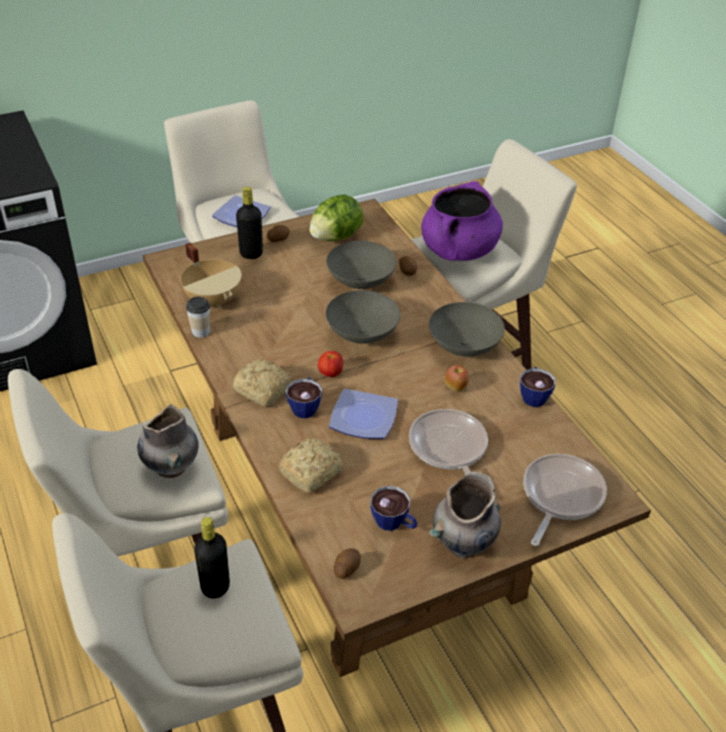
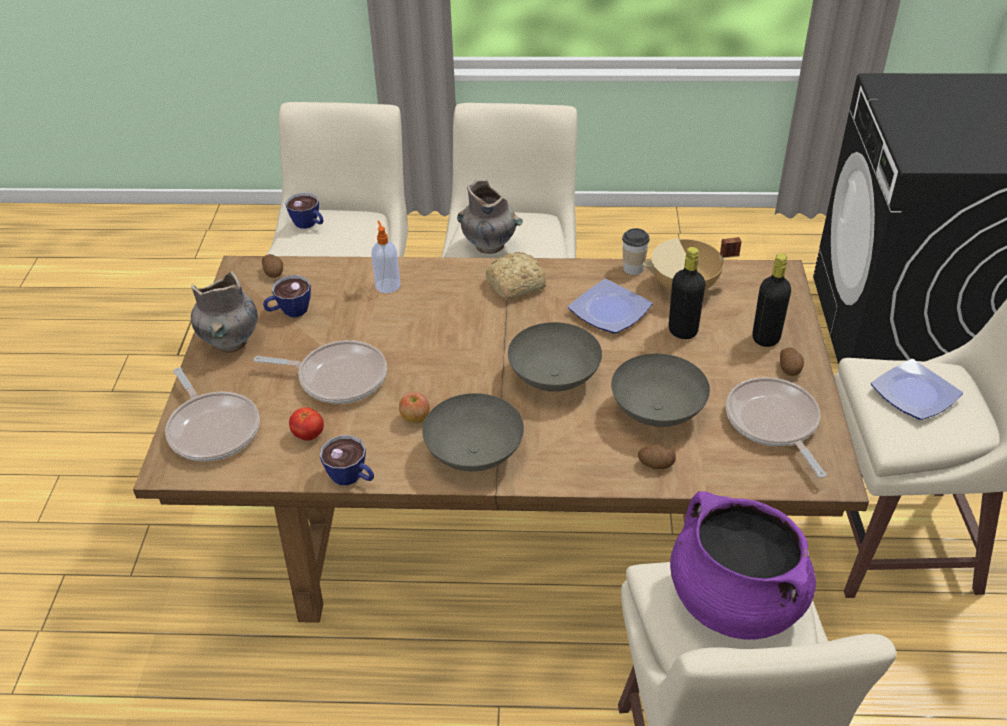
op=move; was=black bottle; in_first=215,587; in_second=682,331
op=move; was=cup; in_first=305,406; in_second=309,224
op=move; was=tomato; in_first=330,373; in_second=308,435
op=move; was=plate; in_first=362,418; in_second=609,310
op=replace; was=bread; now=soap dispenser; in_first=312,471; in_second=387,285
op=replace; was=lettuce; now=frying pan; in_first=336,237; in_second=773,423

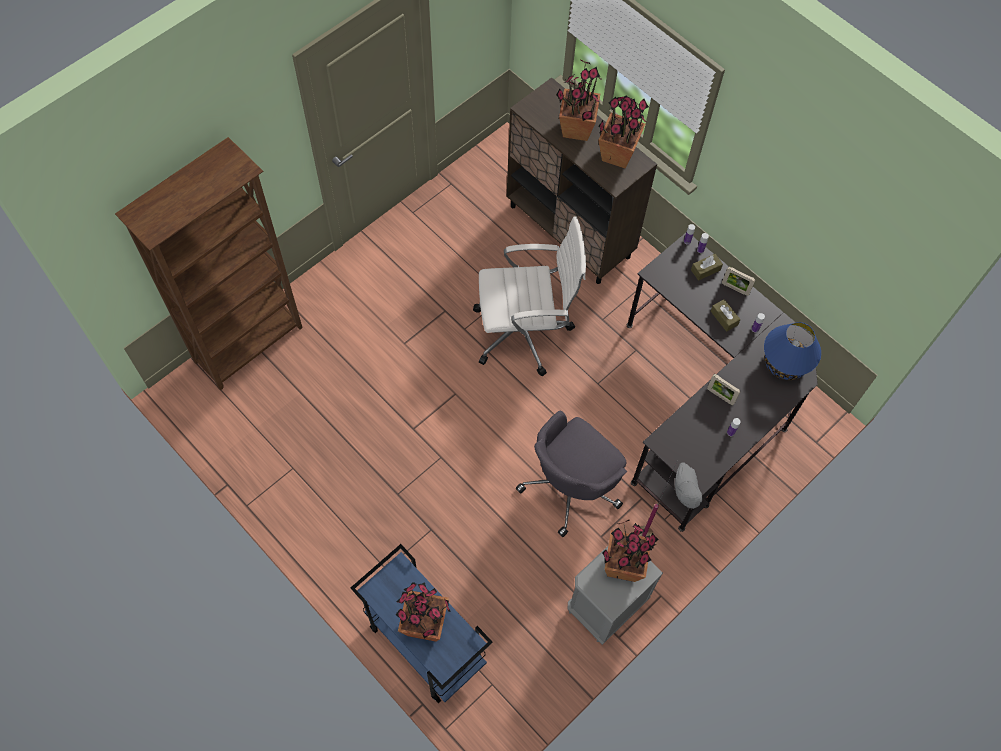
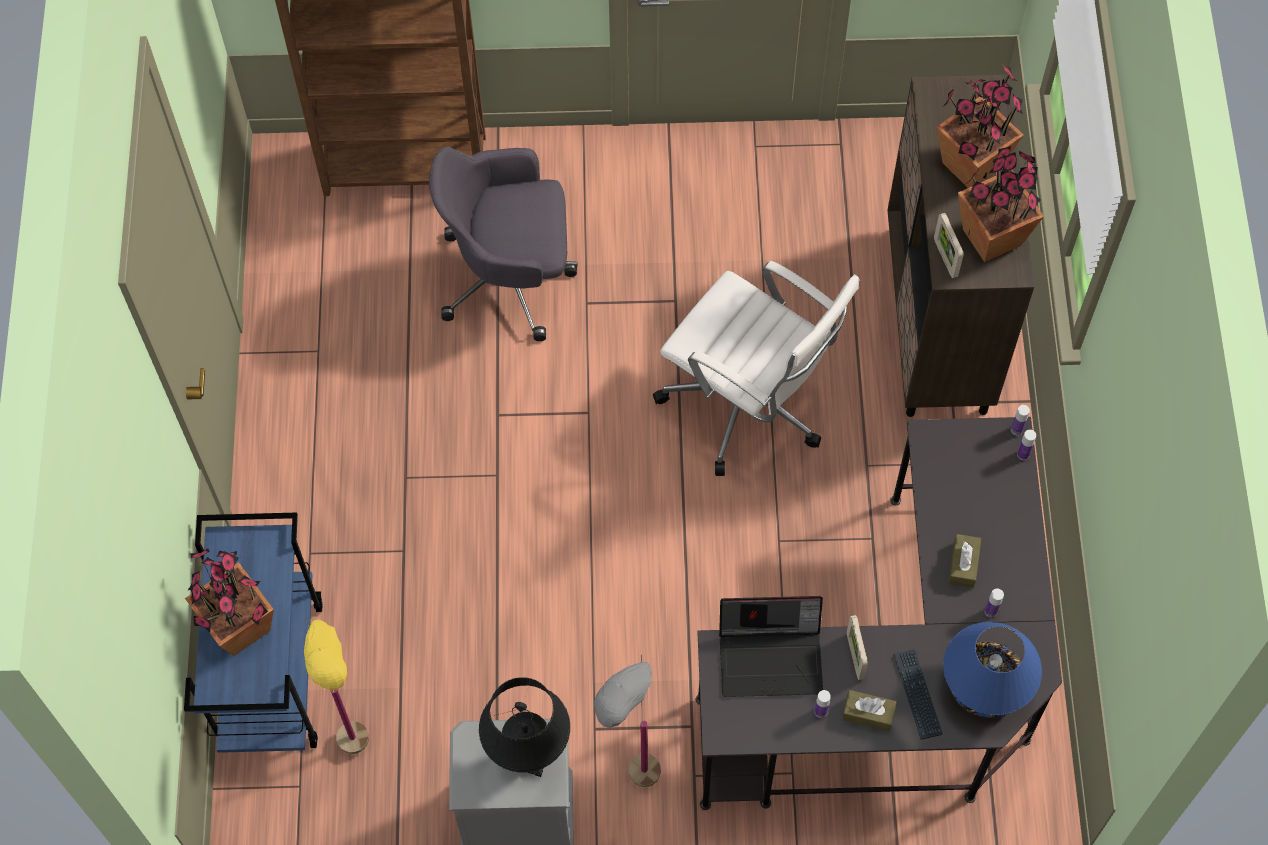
op=insert; now=yellow floor lamp; in_second=365,765
op=insert; now=laptop; in_second=772,657
op=insert; now=keyboard; in_second=917,694
op=move; was=grey office chair; in_first=571,486; in_second=510,276
op=move; was=brown tissue box; in_first=705,270; in_second=868,714
op=move; was=picture frame; in_first=735,288; in_second=945,258
op=replace; was=potted plant; now=black table lamp; in_first=623,565; in_second=528,756

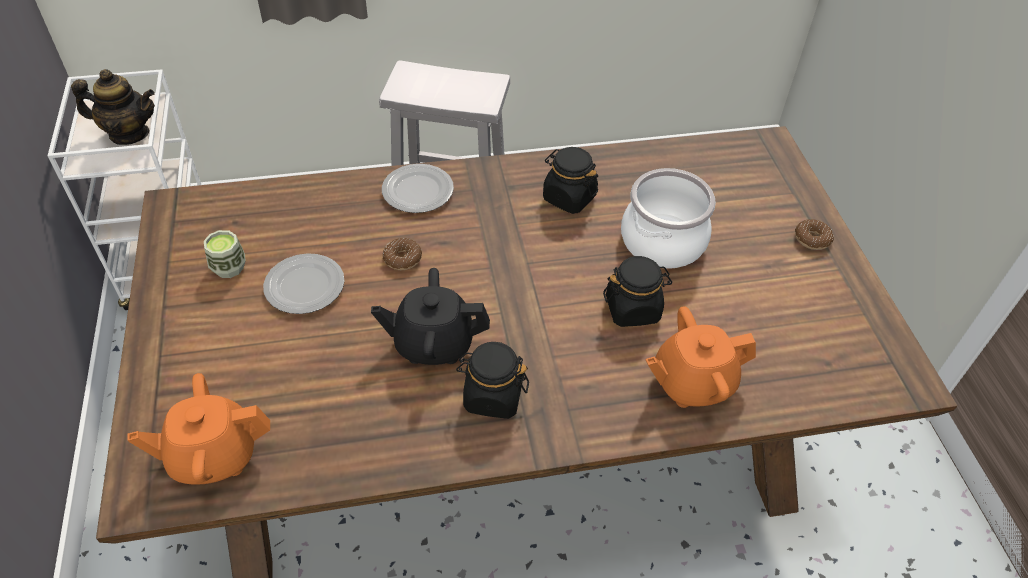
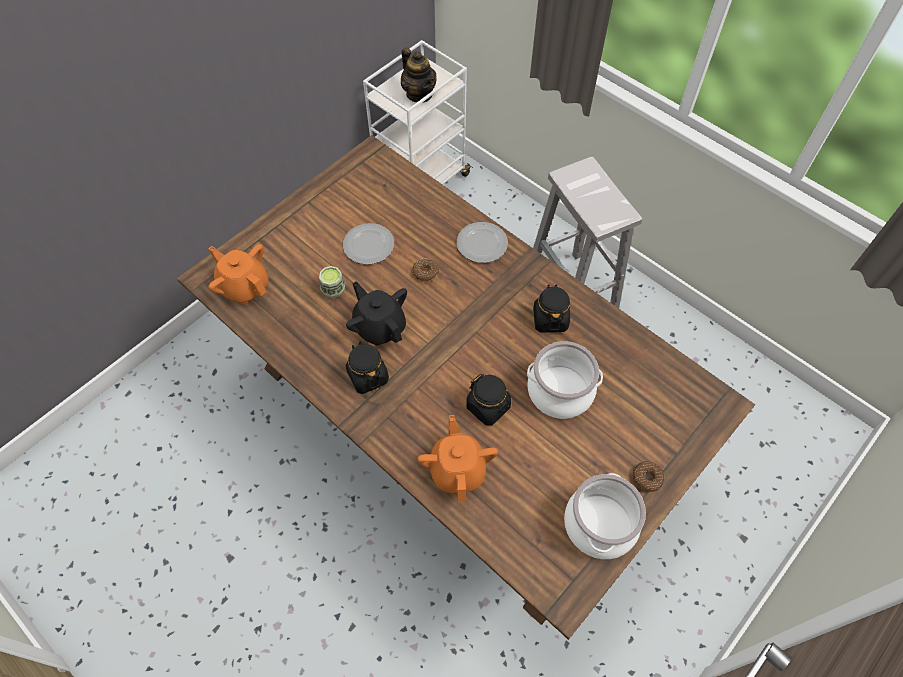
op=insert; now=cooking pot; in_second=600,525
op=move; was=cup; in_first=229,267; in_second=333,290
op=rotate; was=orange teapot; in_first=691,383; in_second=457,469; clockwise=45

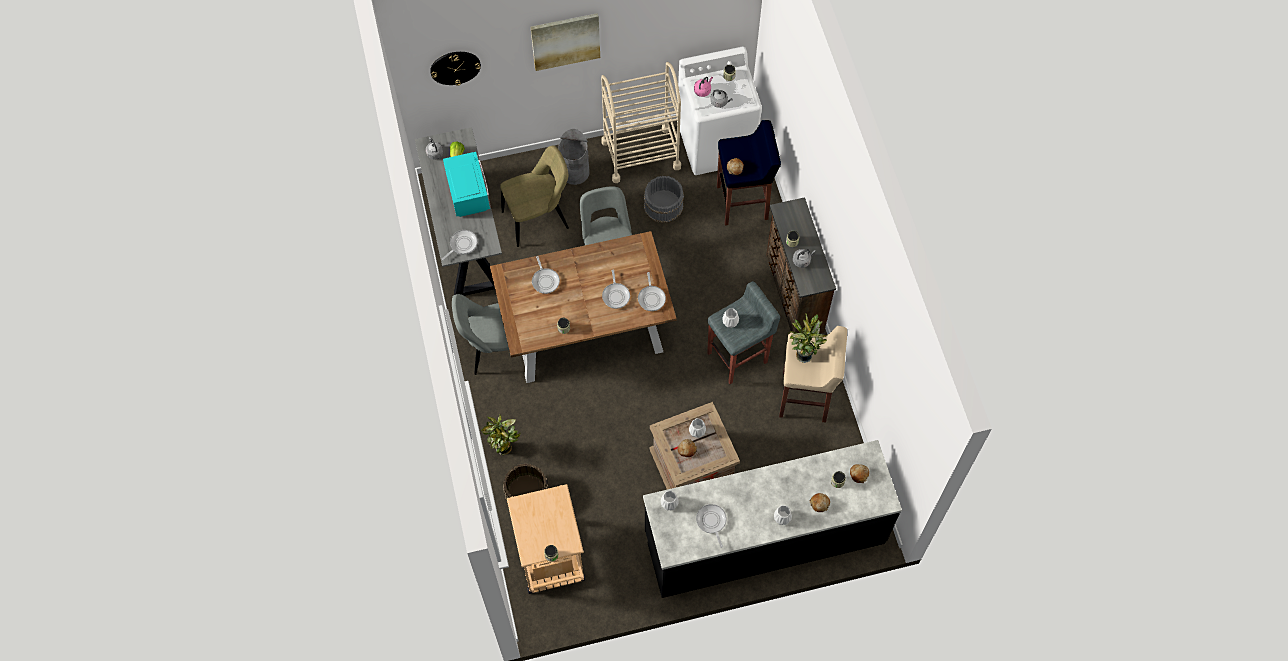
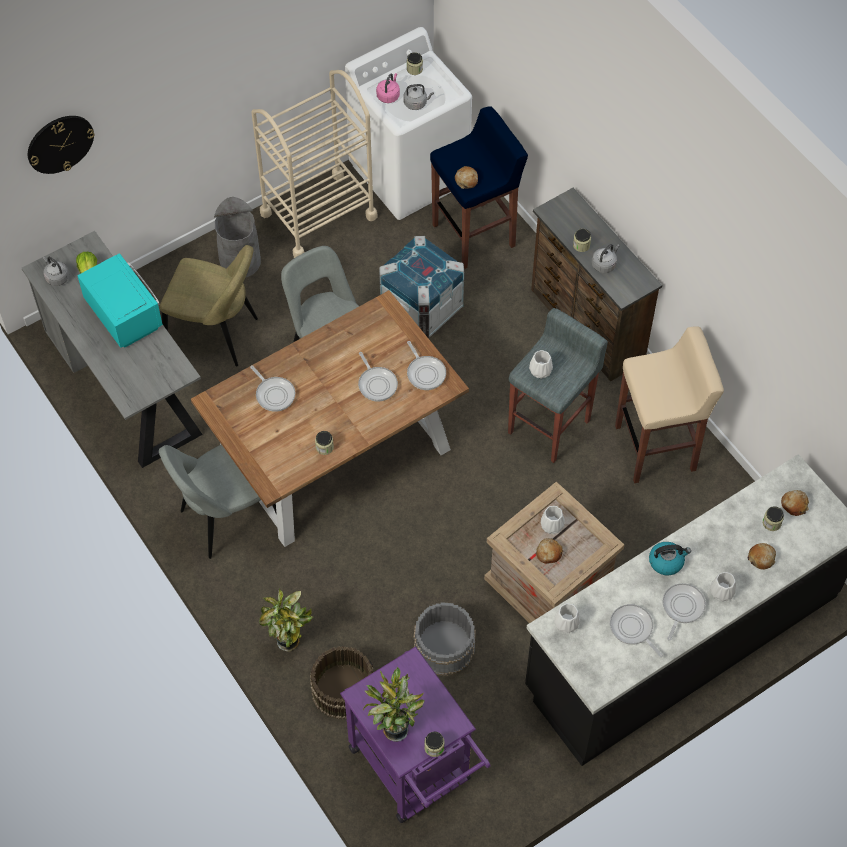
op=delete; was=picture; in_first=565,40
op=insert; now=crate; in_second=421,307
op=insert; now=kettle; in_second=666,561
op=move; was=frying pan; in_first=462,244; in_second=681,608
op=move; was=grey bucket; in_first=663,205; in_second=443,646
op=move; was=potted plant; in_first=803,354; in_second=393,727
op=recolor; was=beige cart; now=purple cart; in_first=552,563; in_second=415,772
op=rotate; was=beige chair; in_first=538,219; in_second=216,334; clockwise=60

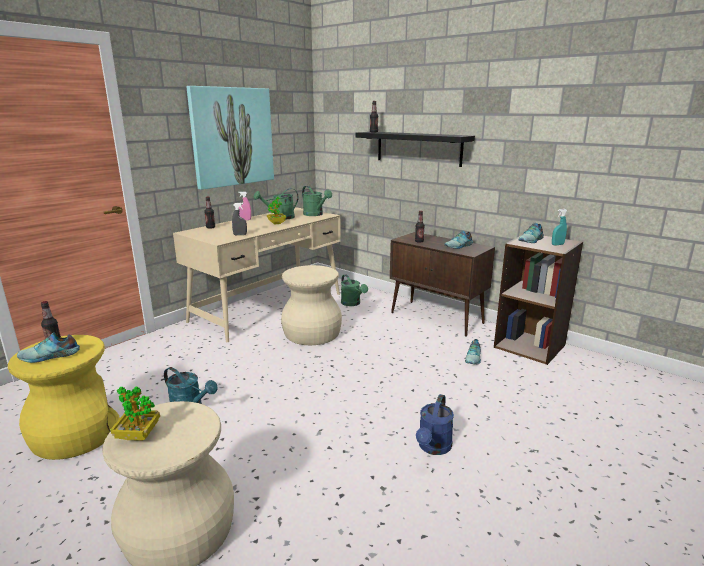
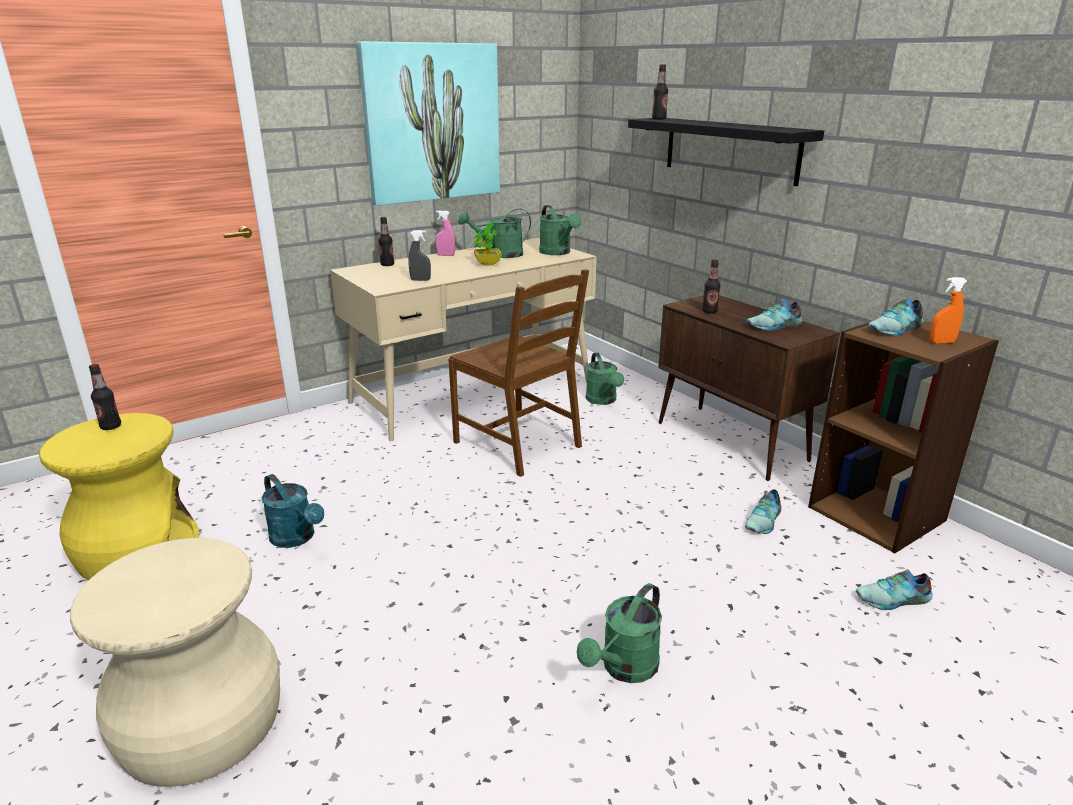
op=delete; was=potted plant; in_first=138,435
op=move; was=shoe; in_first=49,356; in_second=894,600
op=replace; was=beige stool; now=brown chair; in_first=312,334; in_second=519,444
op=recolor; was=blue watering can; now=green watering can; in_first=433,448; in_second=624,669
op=recolor; was=turquoise spray bottle; now=orange spray bottle; in_first=557,244; in_second=941,342

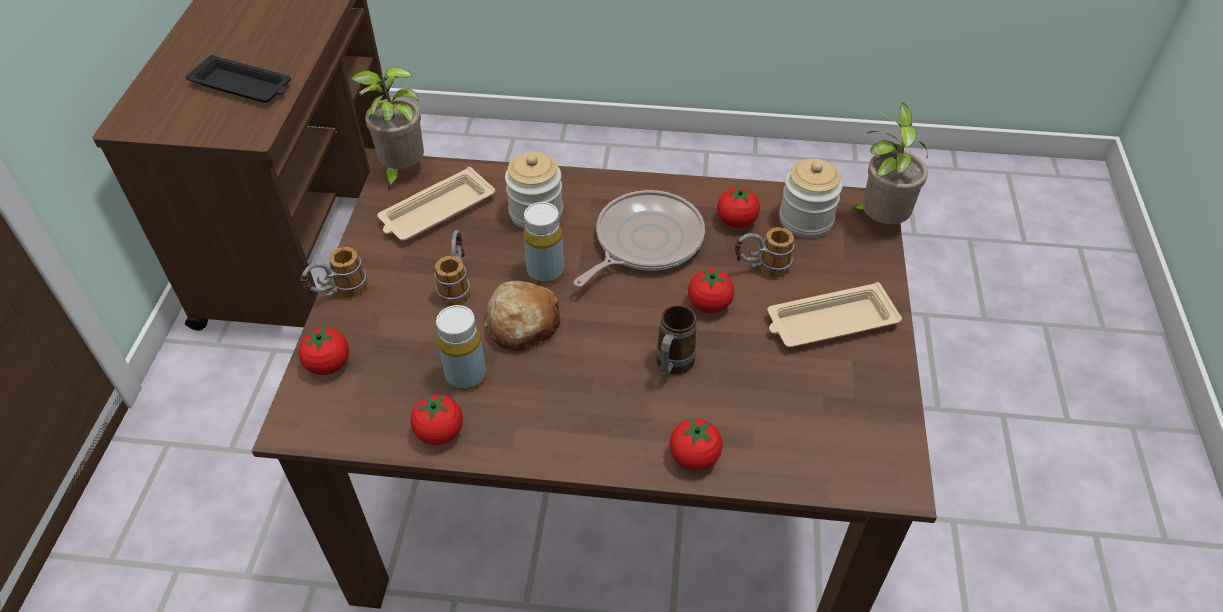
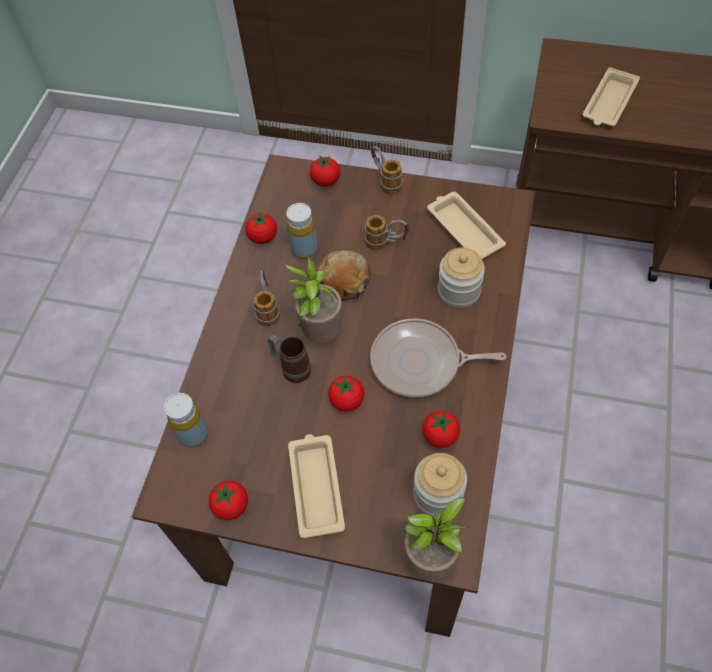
op=move; was=potted plant; in_first=402,172; in_second=320,333
op=move; was=yellow bottle; in_first=545,272; in_second=193,434
op=move; was=tomato; in_first=694,457; in_second=231,506
op=move; was=mug; in_first=760,269; in_second=267,308
op=recolor; was=black tray; now=beige tray; in_first=243,86; in_second=609,103
op=rotate; was=frying pan; in_first=644,242; in_second=420,363; clockwise=135

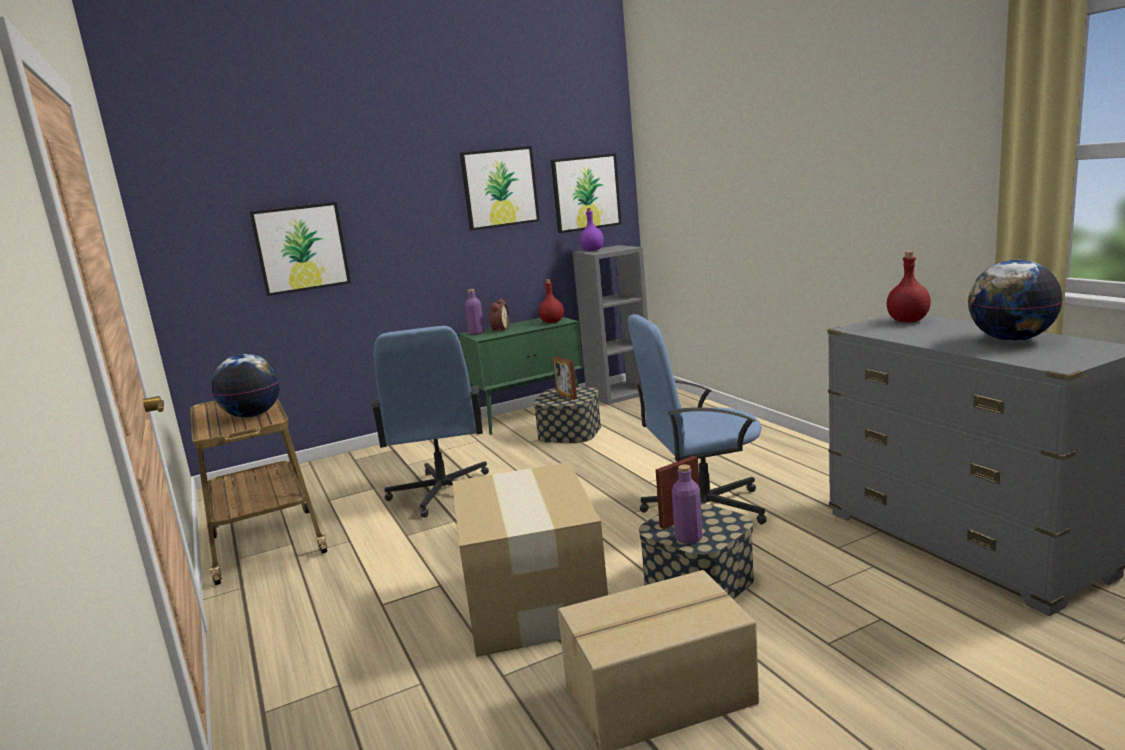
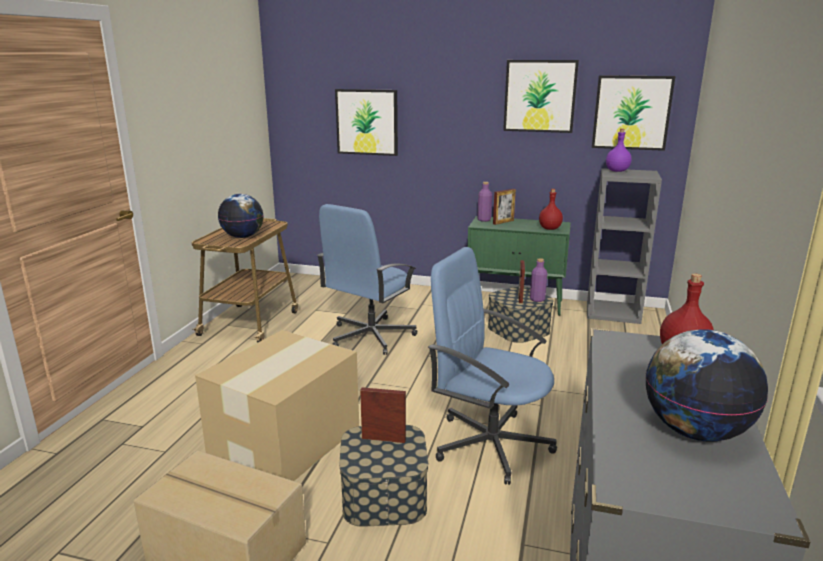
op=move; was=purple bottle; in_first=688,538; in_second=537,299
op=replace; was=alarm clock; now=picture frame; in_first=499,329; in_second=503,222

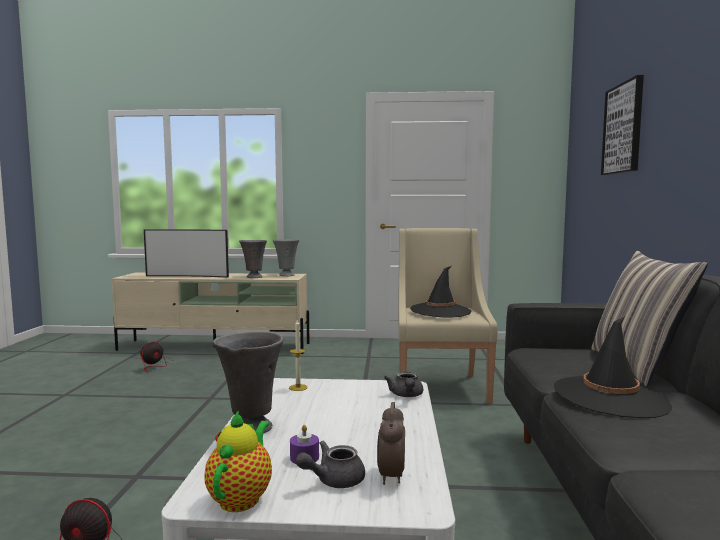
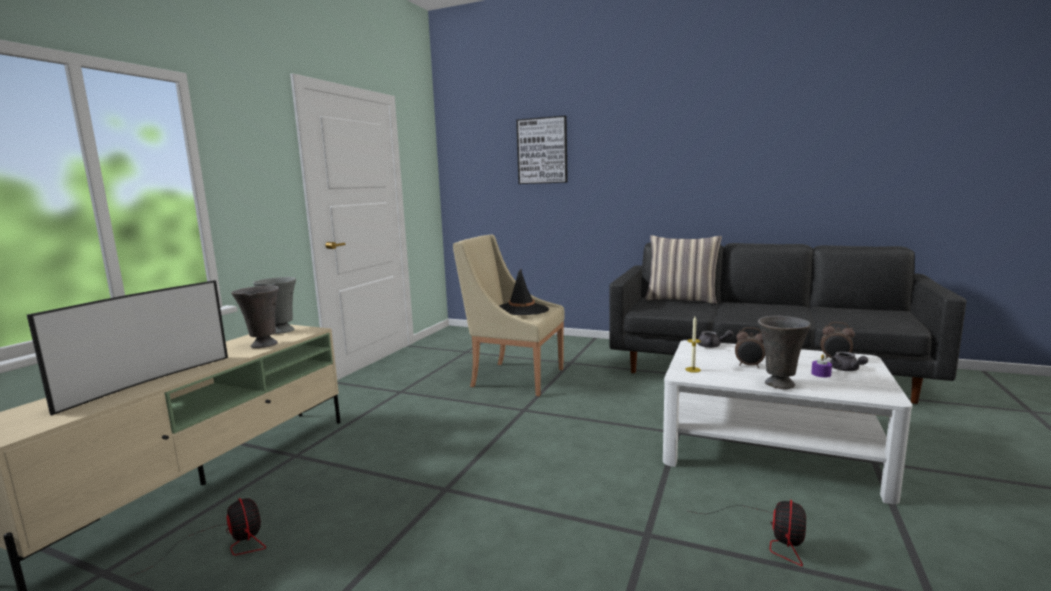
op=delete; was=teapot; in_first=242,497
op=delete; was=black hat; in_first=610,397
op=insert; now=alarm clock; in_second=749,366

